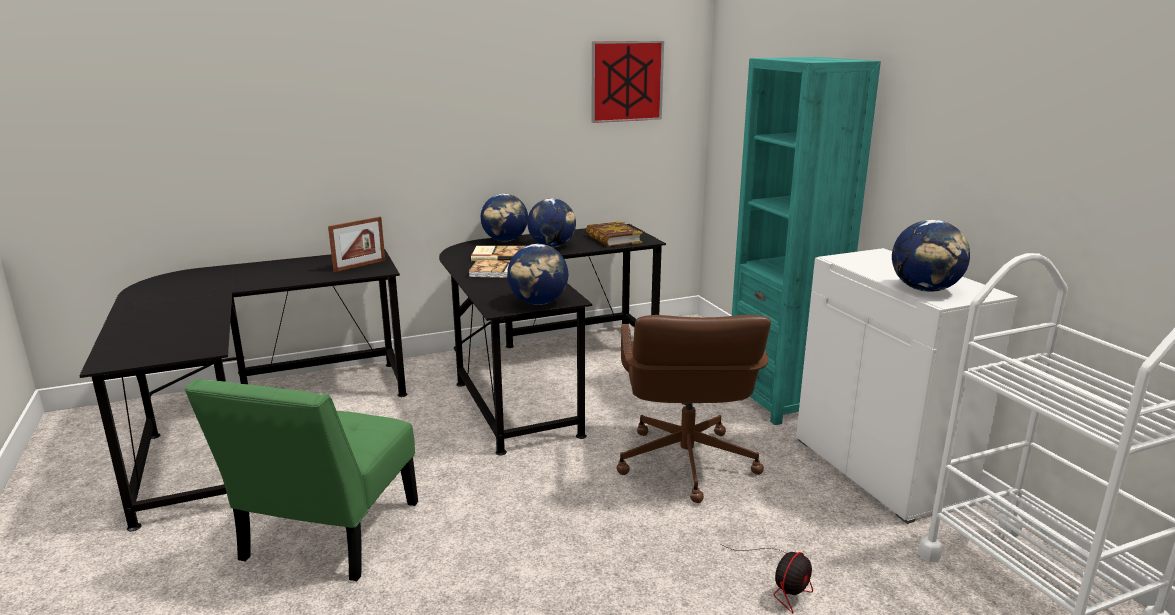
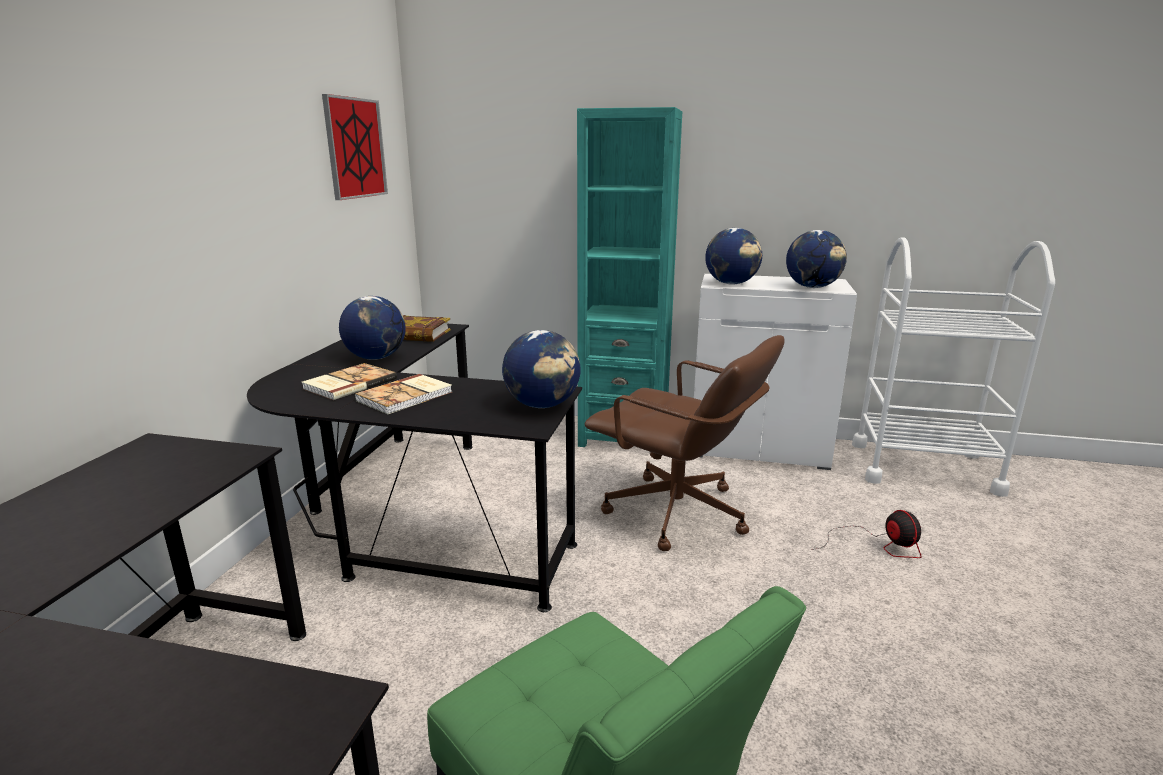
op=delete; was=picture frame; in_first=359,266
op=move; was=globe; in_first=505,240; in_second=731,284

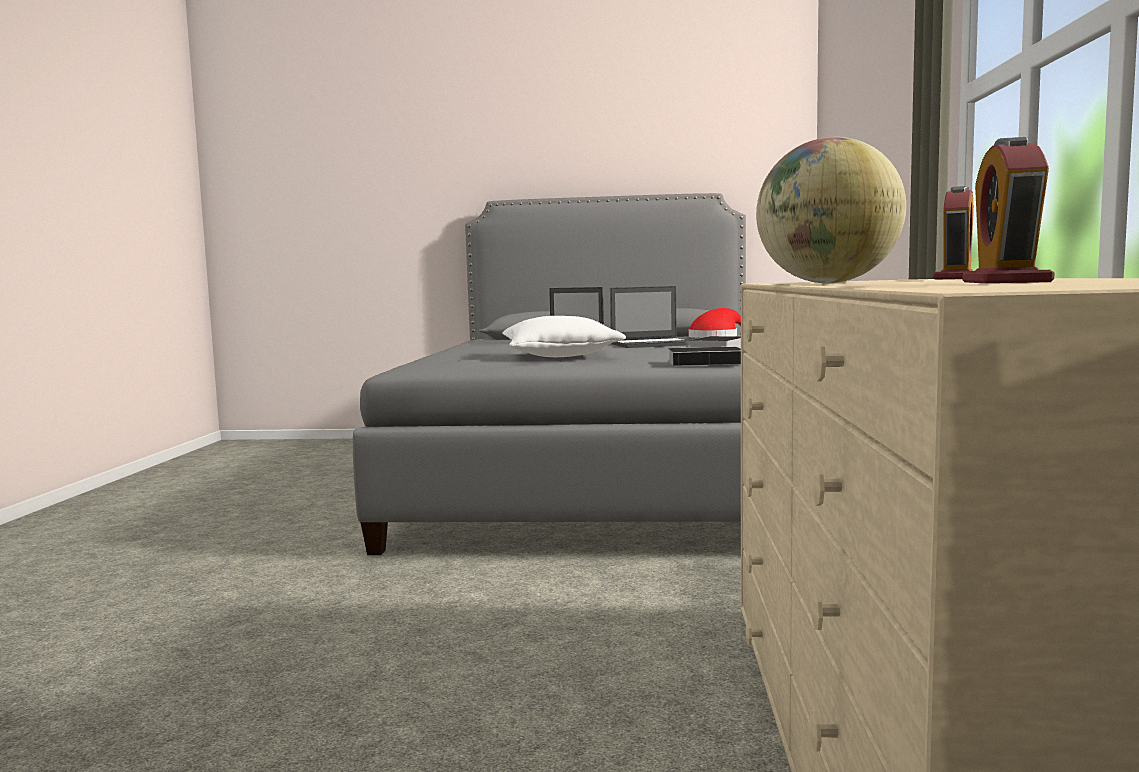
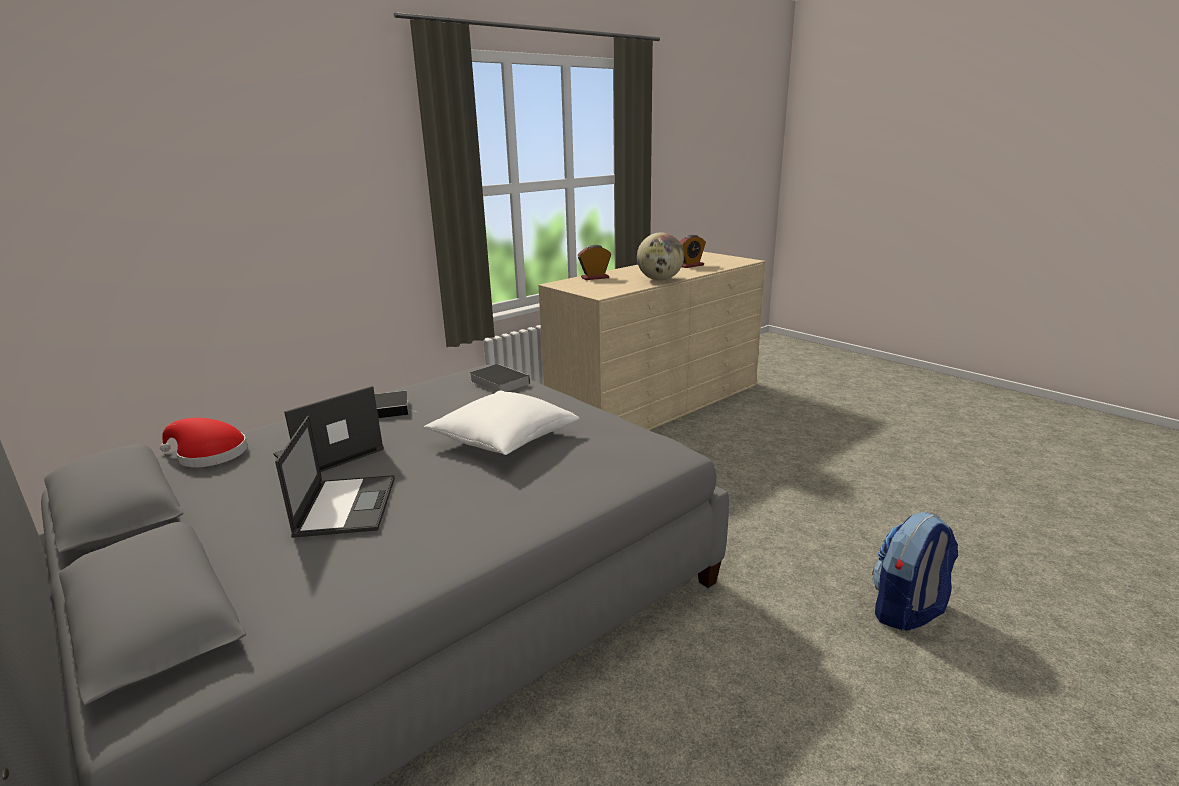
op=insert; now=backpack; in_second=906,611
op=rotate; was=laptop; in_first=653,344; in_second=328,453; clockwise=-75

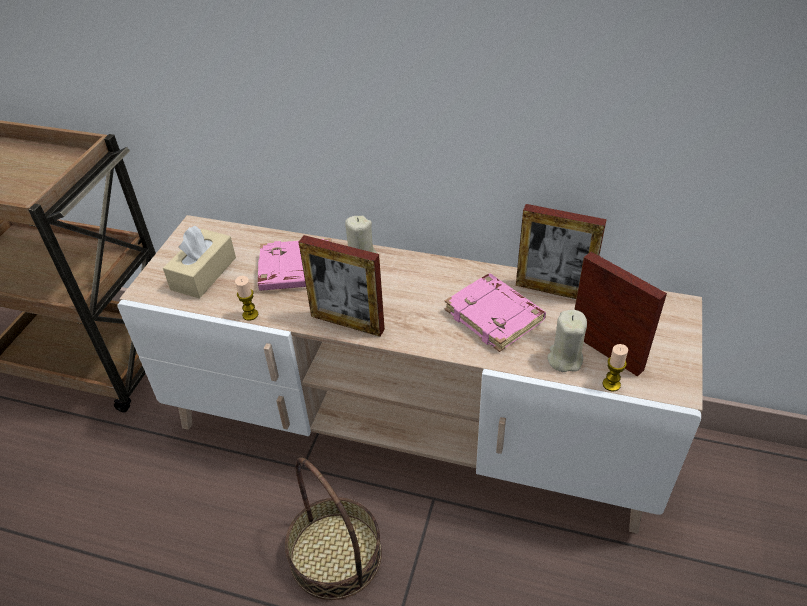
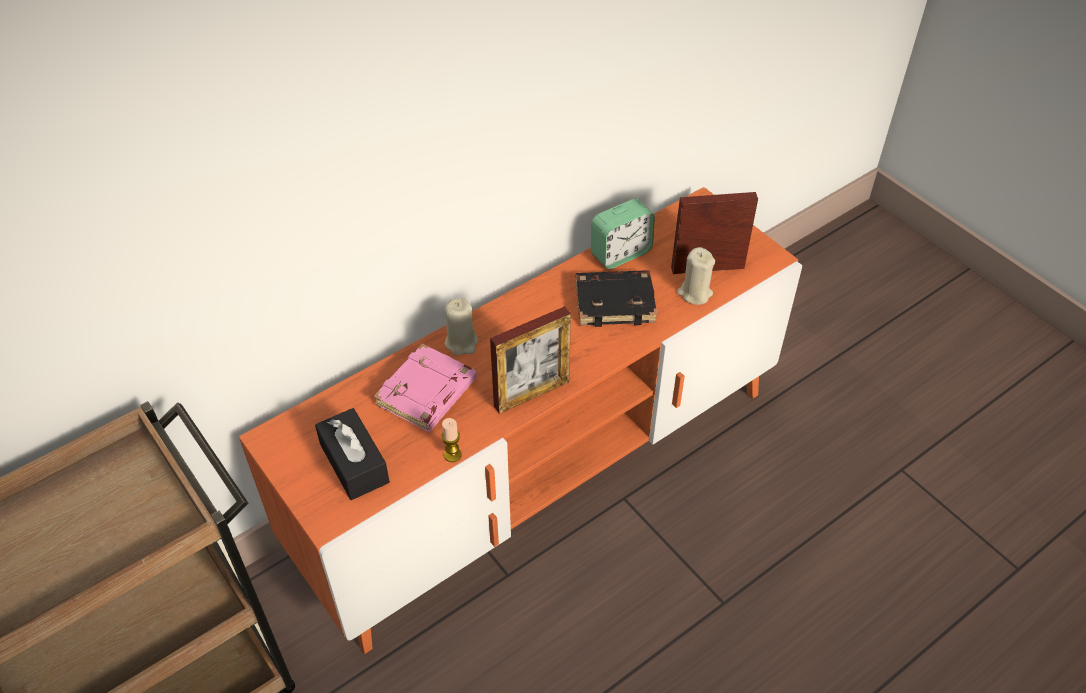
op=delete; was=basket; in_first=336,555
op=delete; was=candle; in_first=611,384
op=replace; was=picture frame; now=alarm clock; in_first=553,290; in_second=620,253
op=recolor; was=beige tv stand; now=orange tv stand; in_first=409,430; in_second=542,472
op=recolor; was=beige tissue box; now=black tissue box; in_first=203,273; in_second=354,463
op=recolor; was=pink book; now=black book; in_first=495,316; in_second=615,302

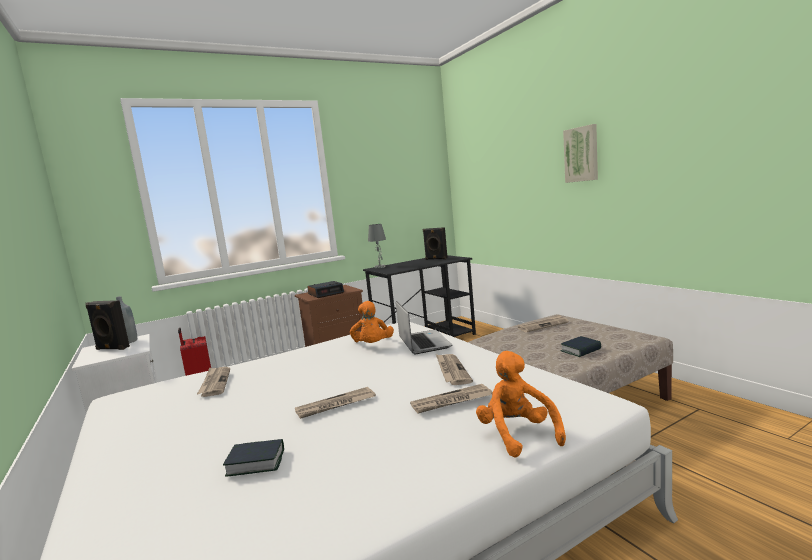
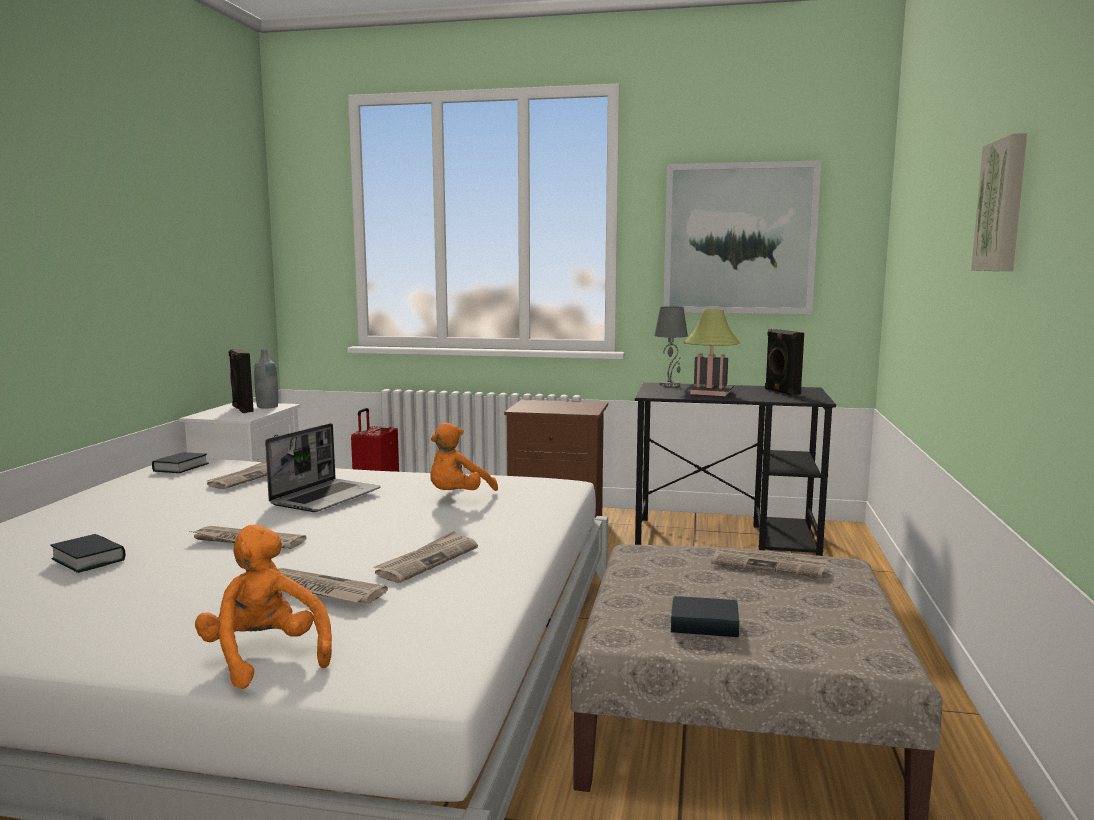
op=delete; was=alarm clock; in_first=326,293
op=insert; now=book; in_second=180,468
op=insert; now=picture; in_second=739,239
op=insert; now=table lamp; in_second=710,393
op=move; was=laptop; in_first=423,343; in_second=326,497
op=rotate; was=orange plush toy; in_first=517,434; in_second=264,657; clockwise=-60

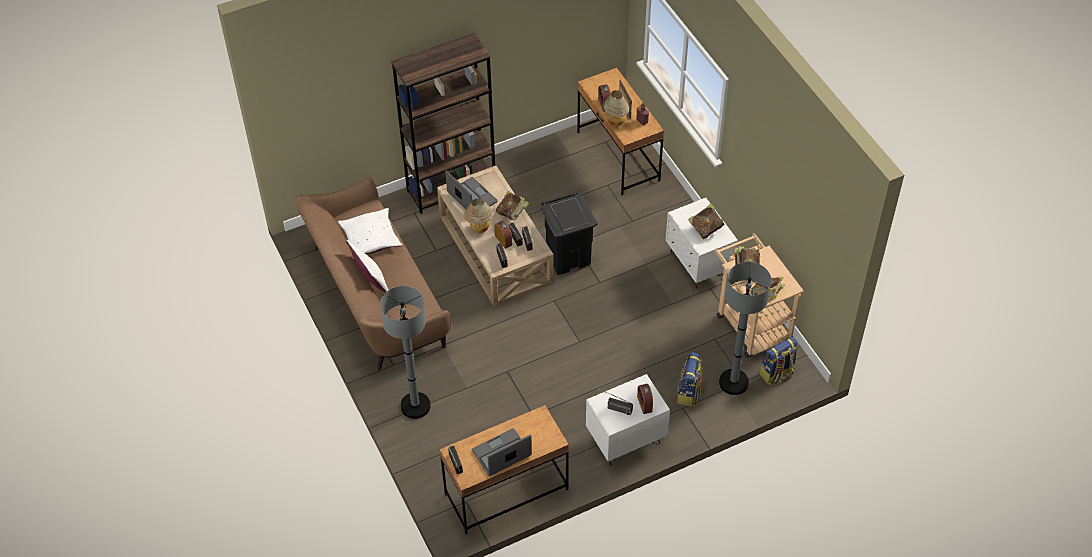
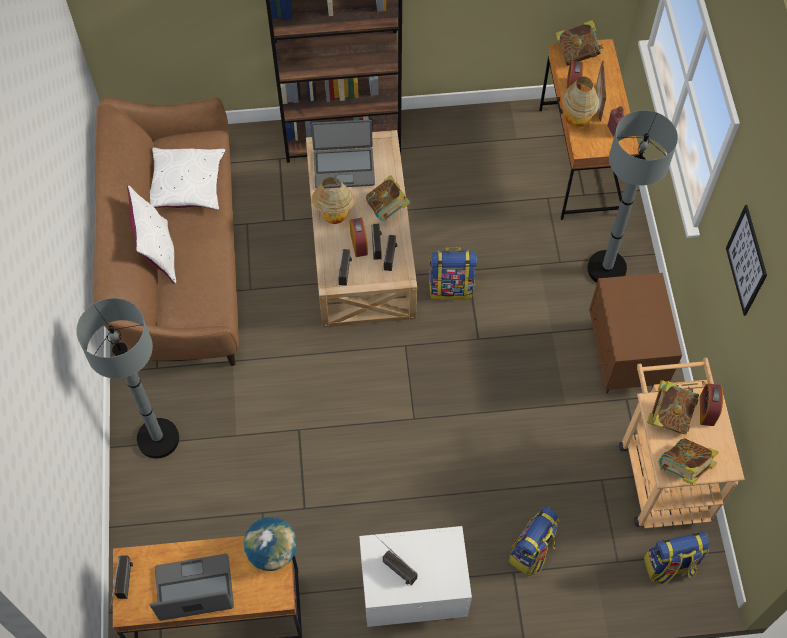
op=insert; now=globe; in_second=272,552
op=insert; now=picture; in_second=746,260
op=move; was=alarm clock; in_first=644,404; in_second=707,410
op=move; was=book; in_first=706,229; in_second=577,54
op=move; was=grey floor lamp; in_first=733,382; in_second=606,269
op=replace; was=black trash can; now=backpack; in_first=568,257; in_second=451,287
op=recolor; was=white nightstand; now=brown nightstand; in_first=698,265; in_second=624,358
op=rotate; was=laptop; in_first=471,198; in_second=344,168; clockwise=105

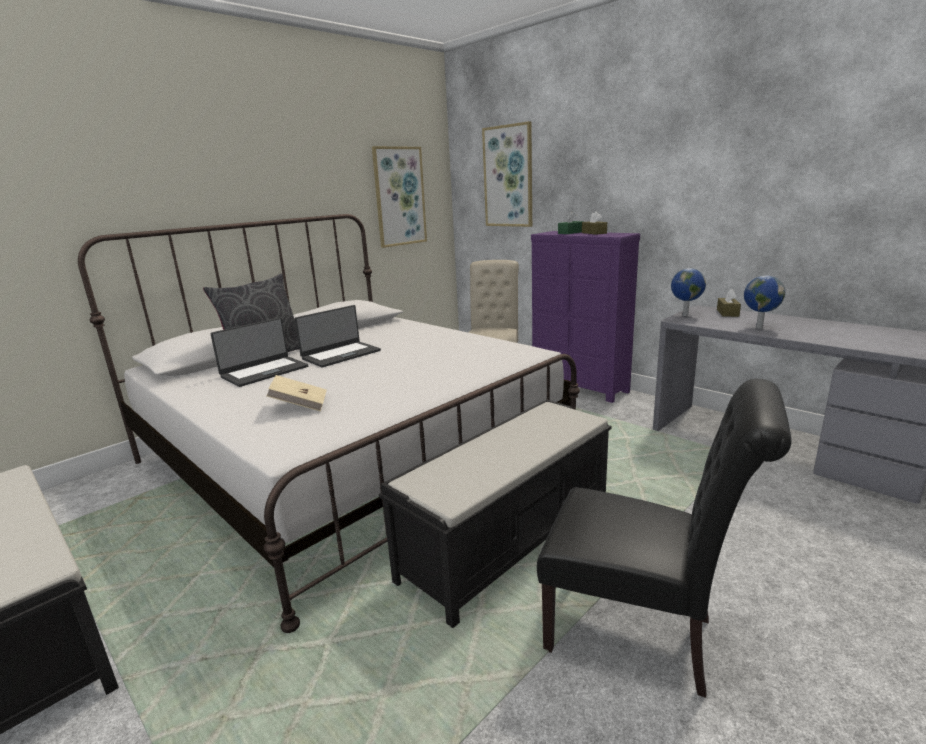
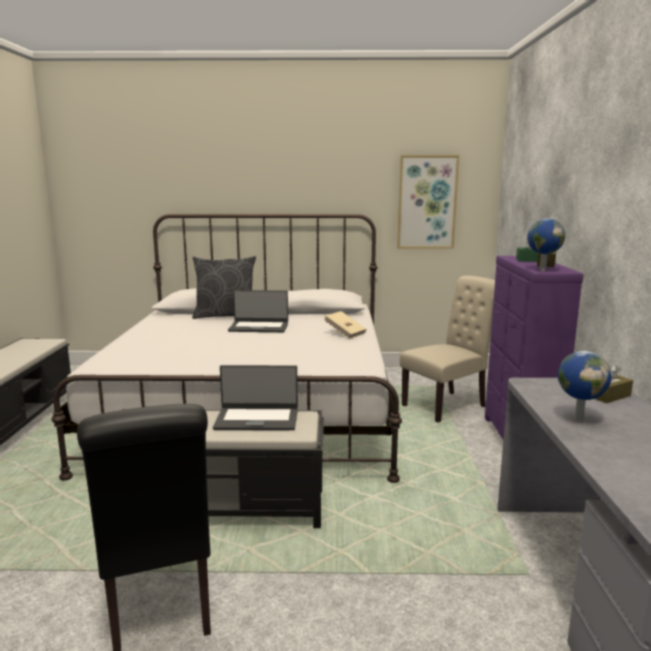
op=delete; was=picture; in_first=508,177
op=move; was=laptop; in_first=264,371; in_second=257,419
op=move; was=beige book; in_first=300,405; in_second=345,333
op=move; was=globe; in_first=684,315; in_second=542,270

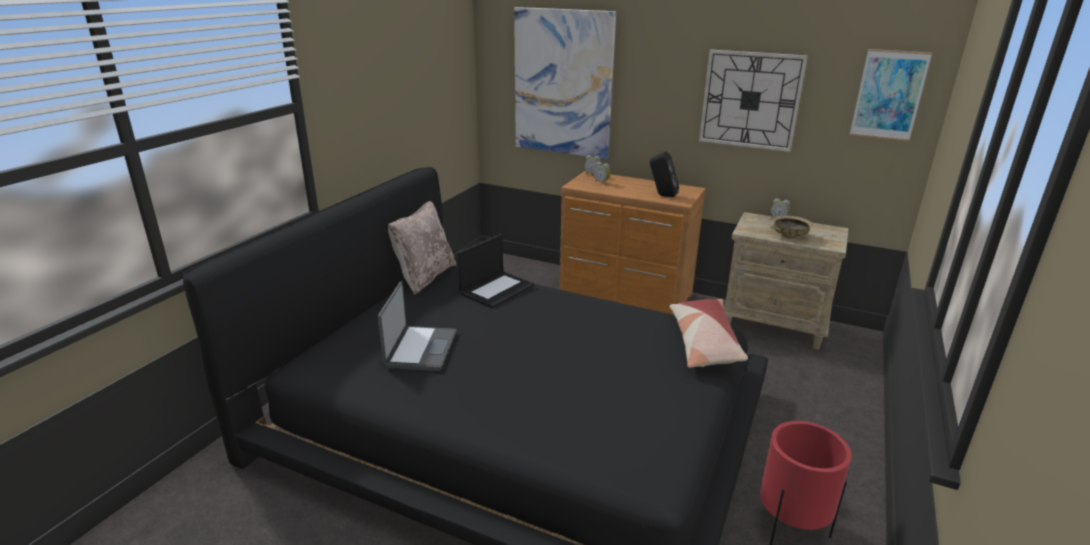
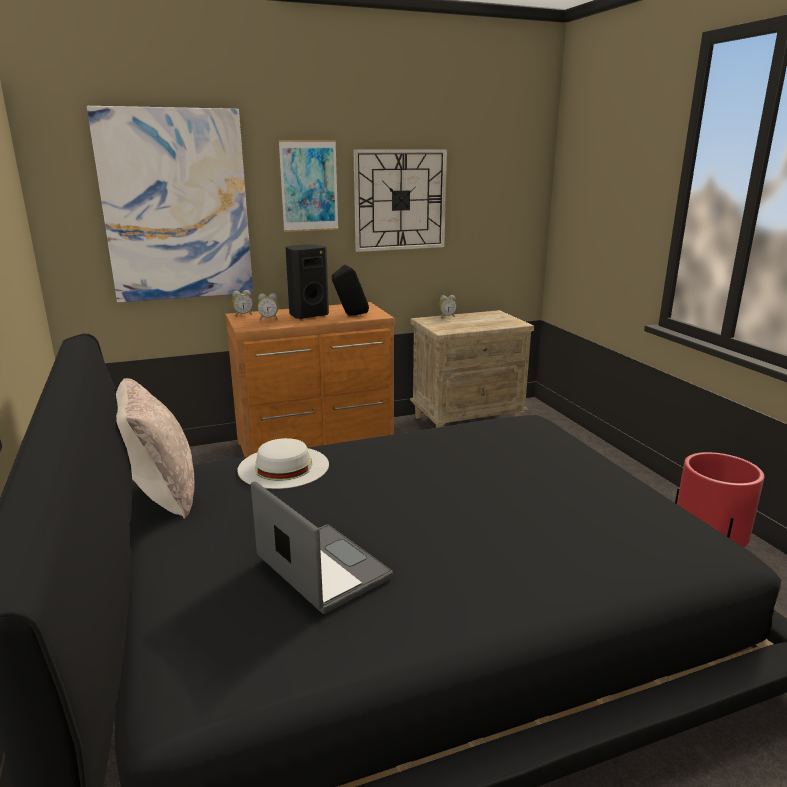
op=delete; was=pillow; in_first=704,343
op=delete; was=beige bowl; in_first=789,236
op=insert; now=black speaker; in_second=307,315
op=move; was=picture; in_first=889,95; in_second=309,186
op=replace; was=laptop; now=white hat; in_first=497,289; in_second=283,467

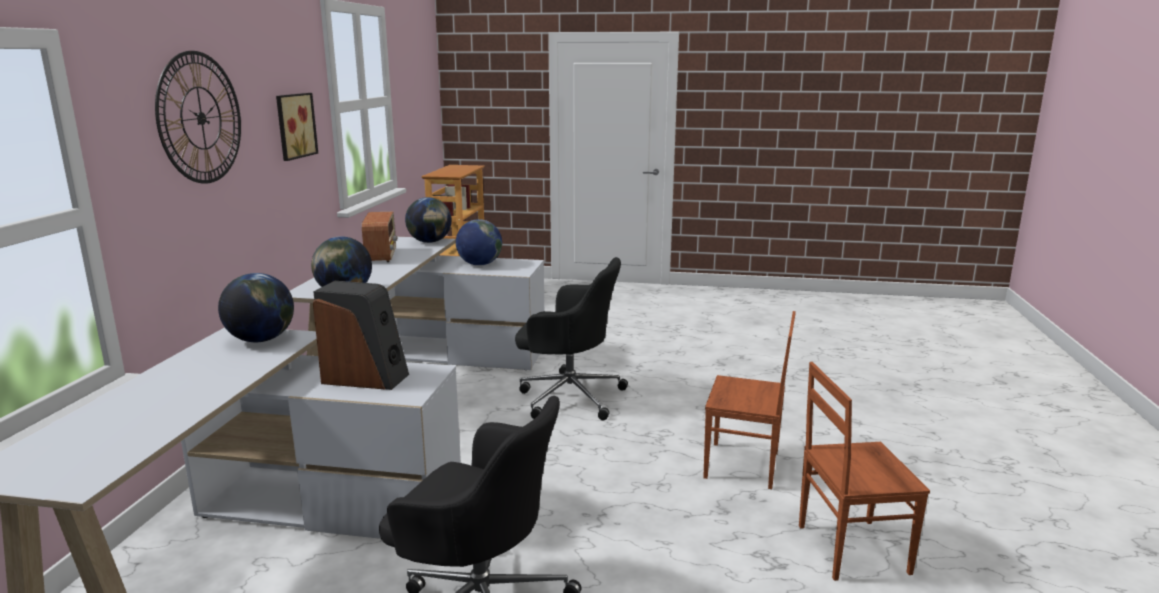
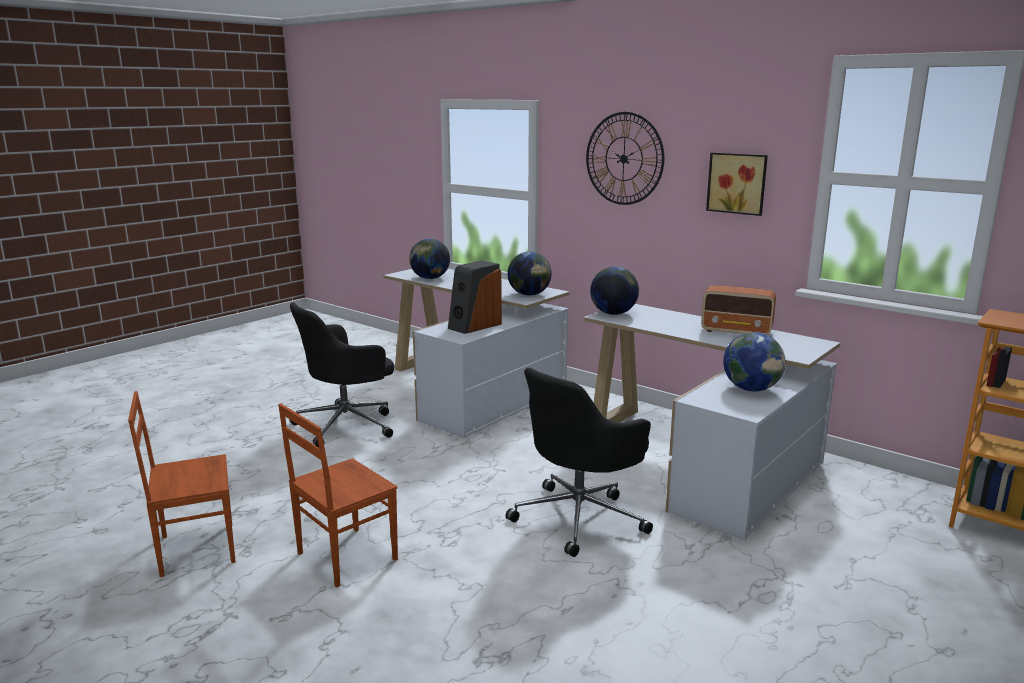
op=move; was=globe; in_first=430,242; in_second=430,278
op=rotate; was=brown chair; in_first=850,548; in_second=196,549; clockwise=-135

